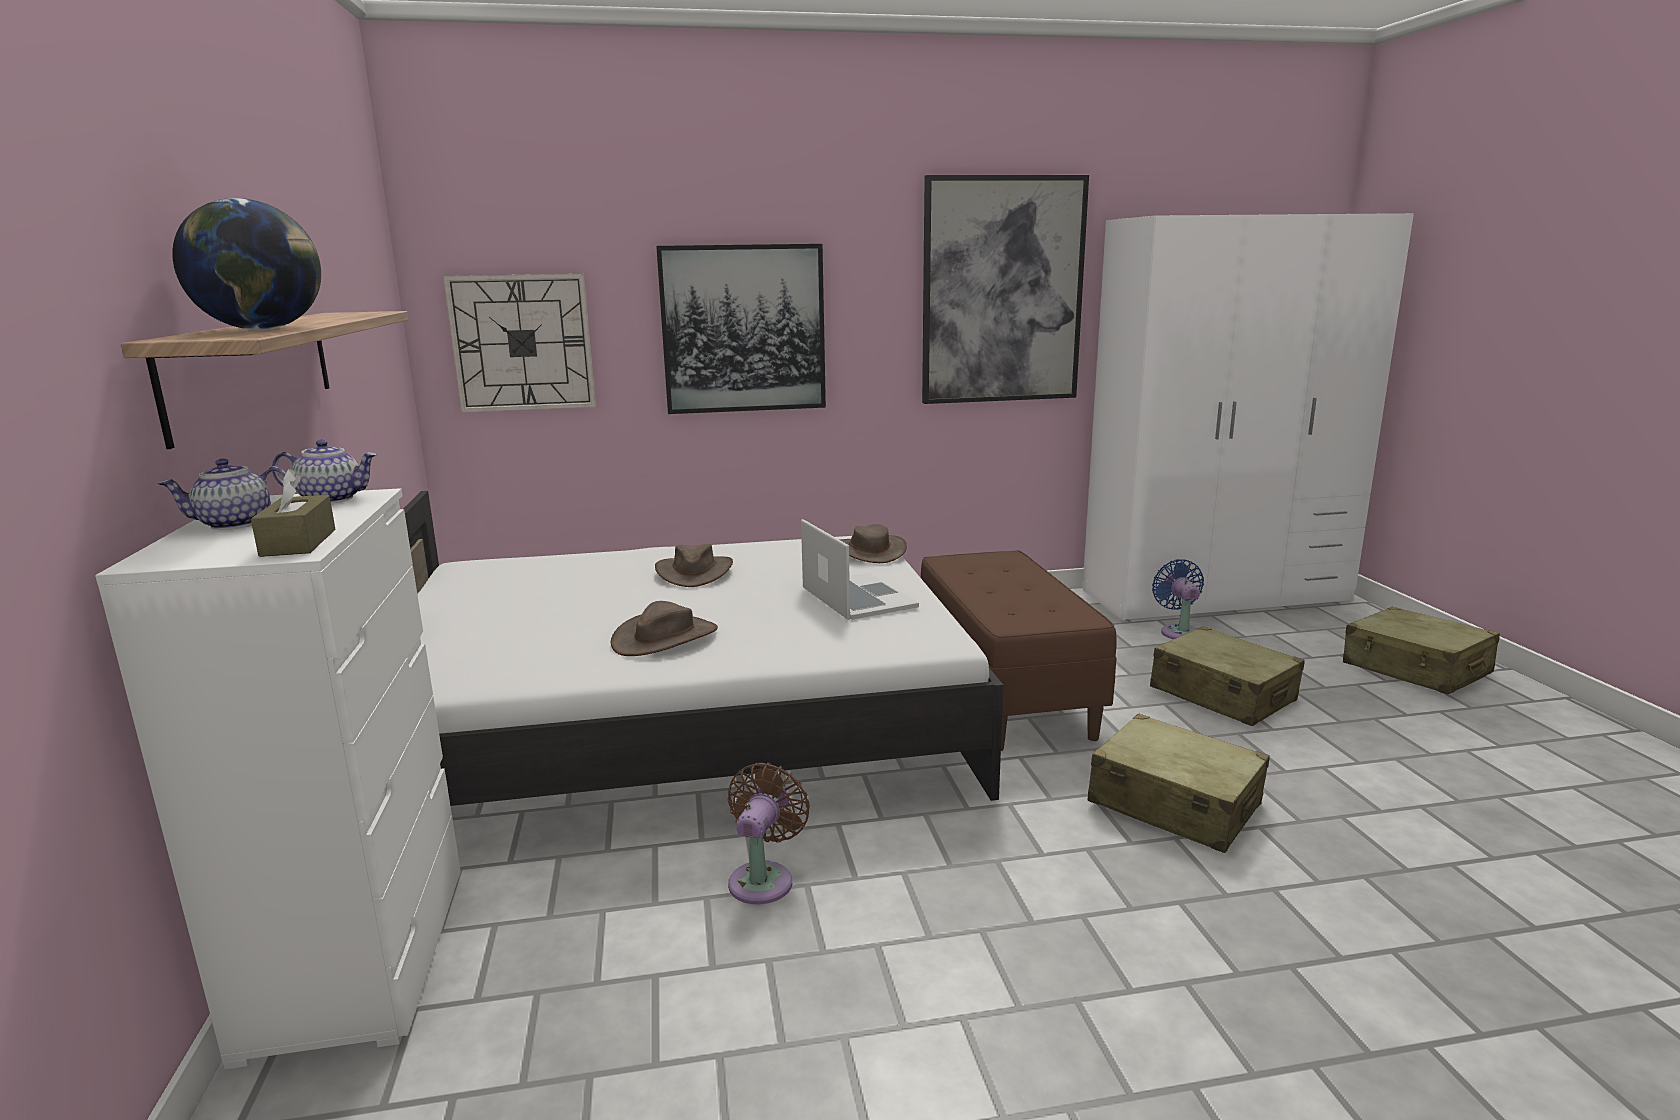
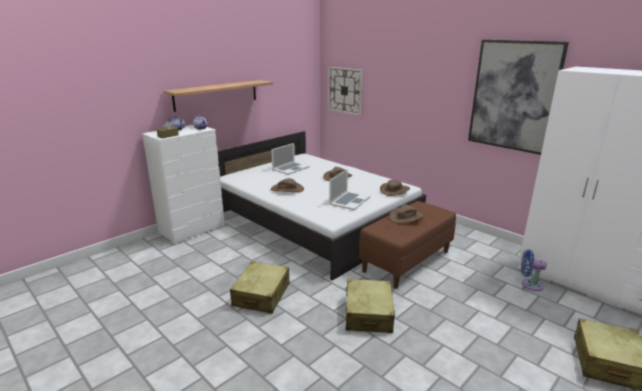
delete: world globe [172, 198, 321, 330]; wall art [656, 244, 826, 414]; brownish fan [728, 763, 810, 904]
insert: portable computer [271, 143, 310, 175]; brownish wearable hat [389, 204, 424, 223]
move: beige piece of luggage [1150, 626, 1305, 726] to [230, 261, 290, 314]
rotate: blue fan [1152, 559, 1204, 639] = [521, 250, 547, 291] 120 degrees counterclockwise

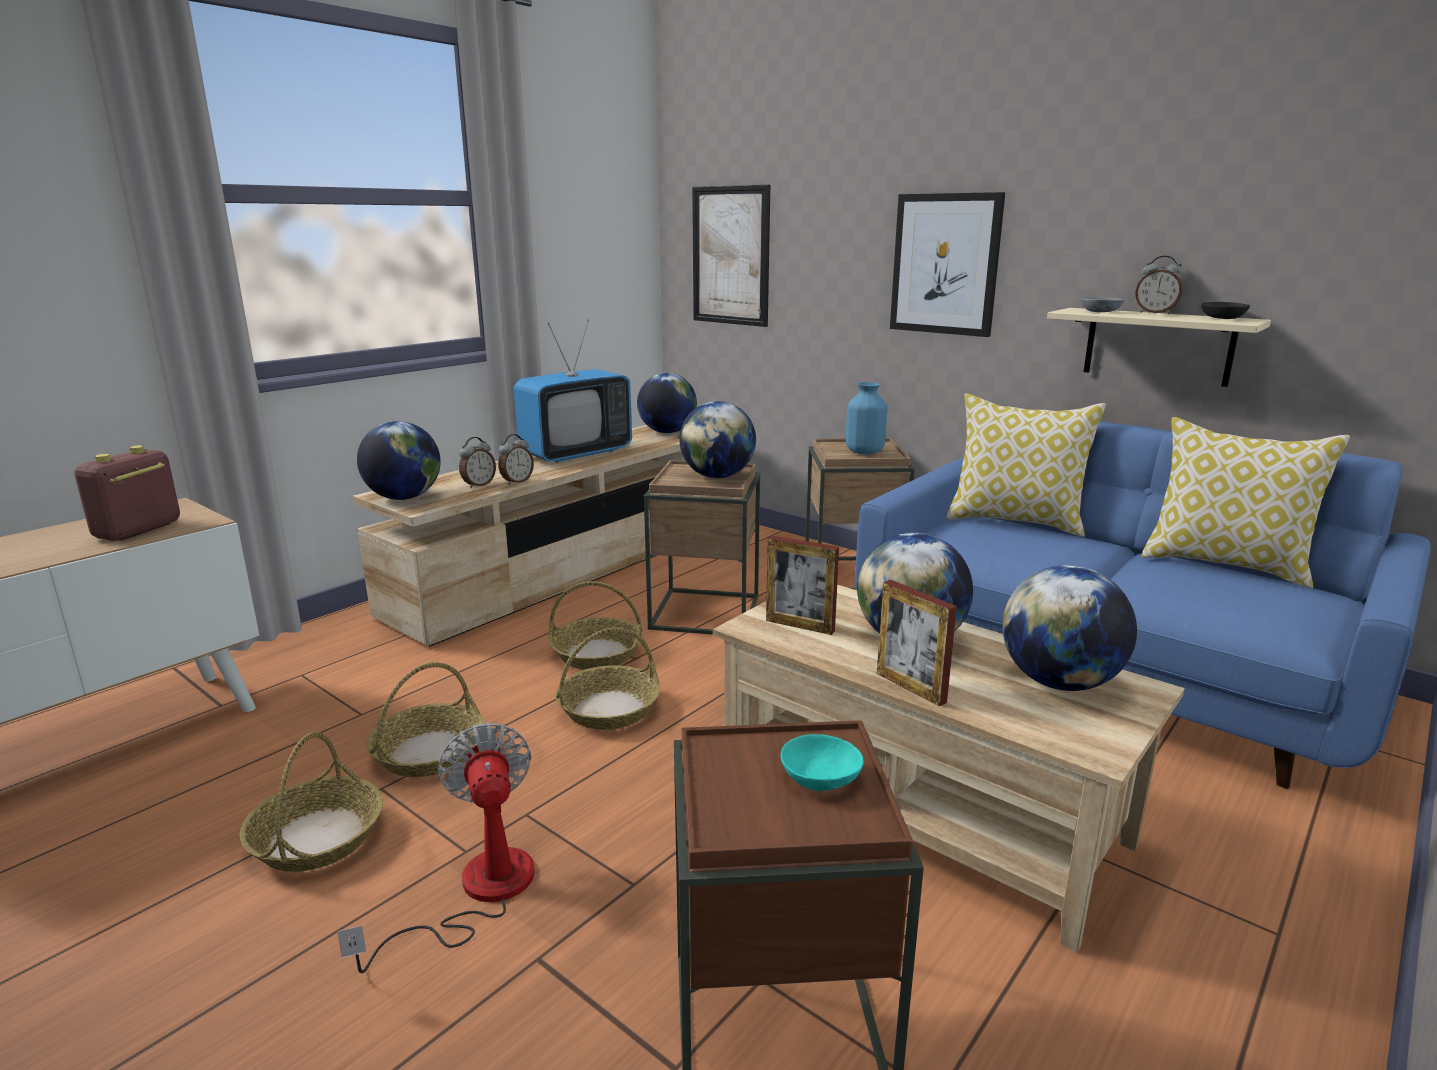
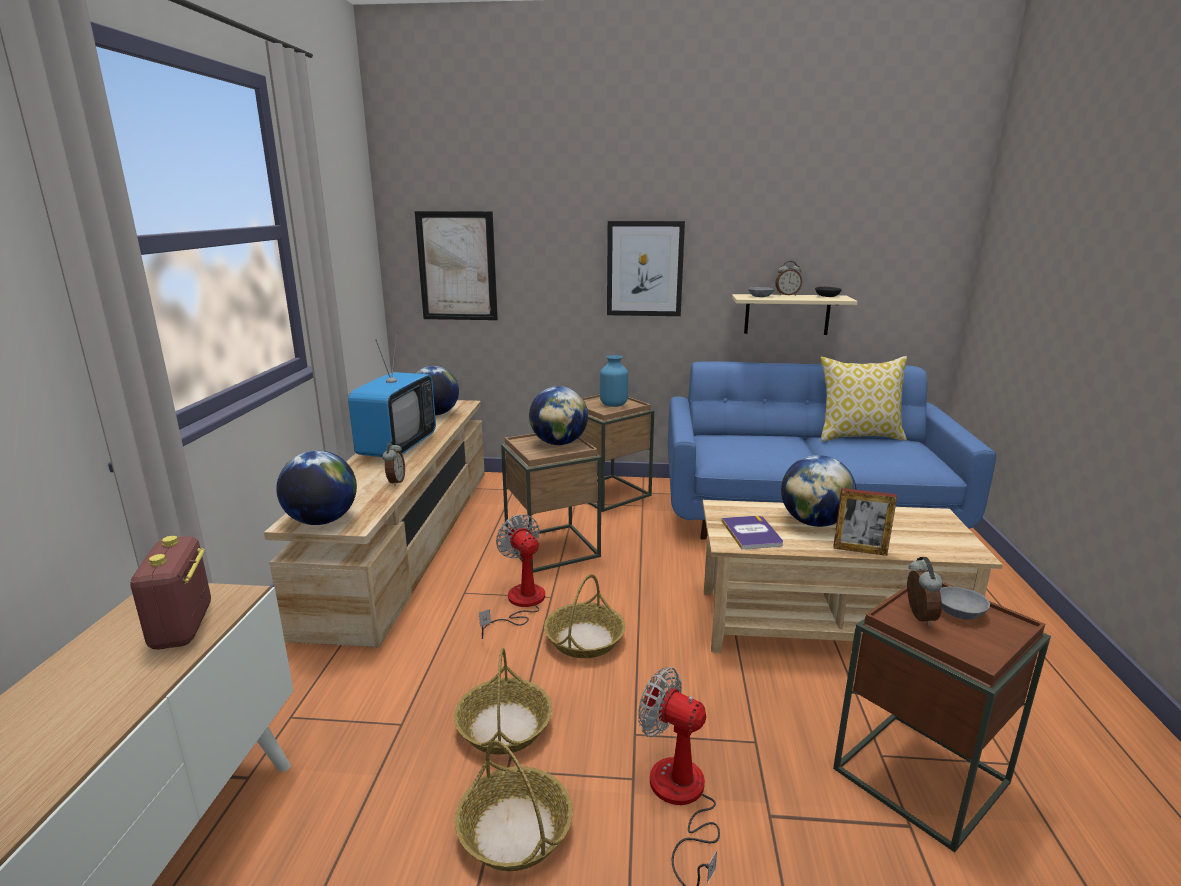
delete: pillow [946, 393, 1106, 537]; world globe [1002, 565, 1137, 691]
move: bedside clock [459, 437, 496, 488] to [907, 557, 943, 626]
replace: storage basket [549, 581, 642, 670] to fan [479, 514, 545, 639]; photo frame [766, 536, 839, 635] to volume [721, 516, 783, 549]
recolor: turquoise bowl [781, 734, 864, 791] to greyish bowl [940, 587, 990, 620]

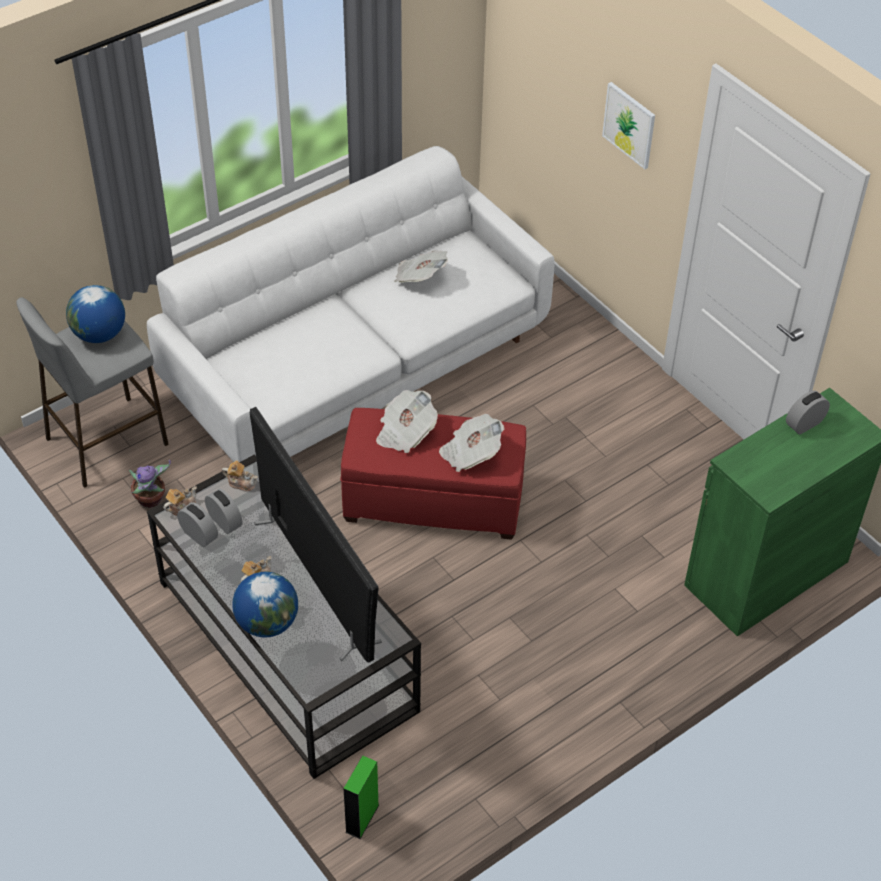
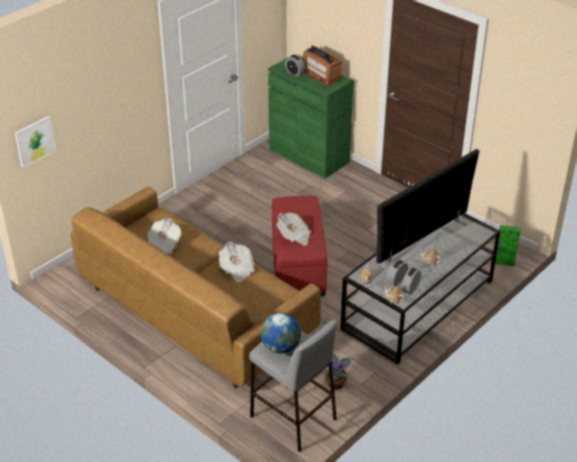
delete: world globe [232, 572, 298, 637]
insert: radio [303, 45, 341, 86]
move: wall art [602, 82, 655, 169] to [15, 116, 56, 168]; newspaper [439, 414, 504, 472] to [219, 242, 255, 282]
recolor: white sofa [147, 146, 554, 462] to brownish sofa [71, 186, 321, 388]

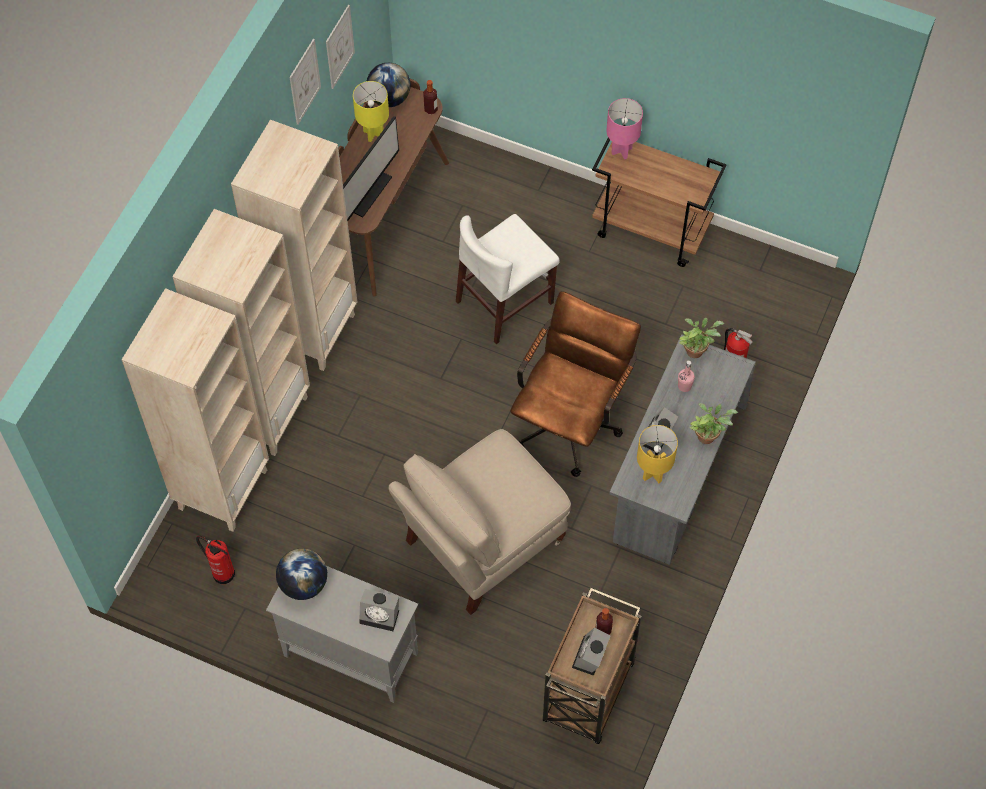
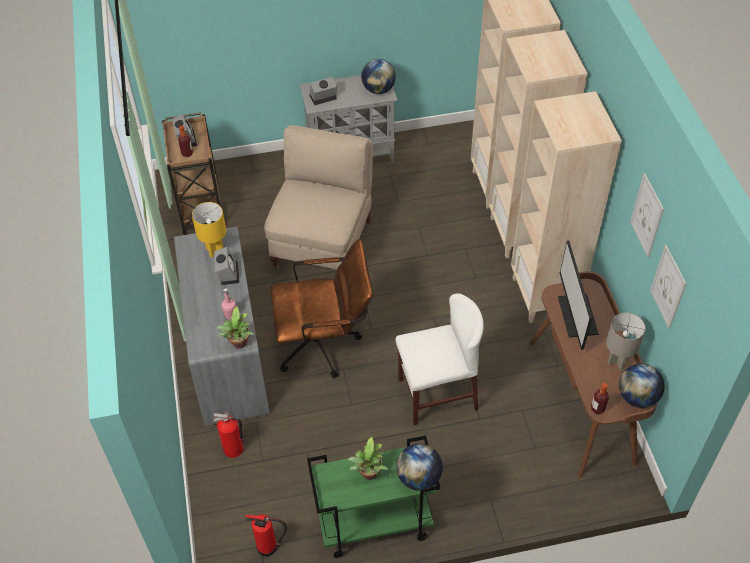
move: fire extinguisher [196, 536, 235, 584] to [245, 514, 287, 557]; plant in a pot [690, 403, 738, 444] to [348, 437, 388, 480]
replace: pink-coloured lamp for a table [606, 98, 643, 159] to world globe [396, 443, 443, 491]
recolor: brownish wheeled cart [592, 138, 727, 267] to greenish wheeled cart [307, 436, 440, 558]; yellow-coloured lamp for a table [353, 81, 389, 142] to greyish lamp for a table [606, 313, 646, 370]
rotate: brownish office chair [510, 291, 641, 477] = [270, 239, 373, 378] 90 degrees counterclockwise; white chair [456, 214, 560, 344] = [396, 293, 484, 425] 60 degrees clockwise

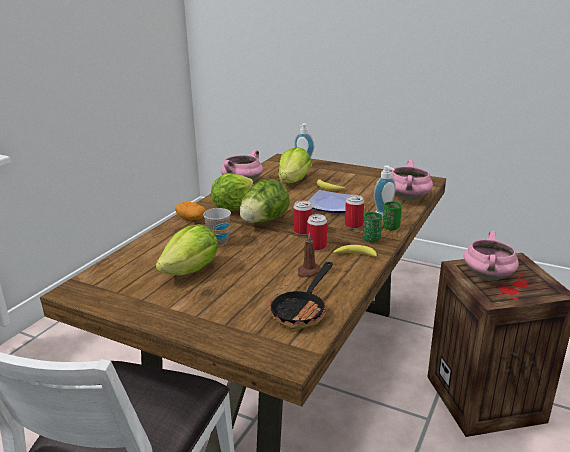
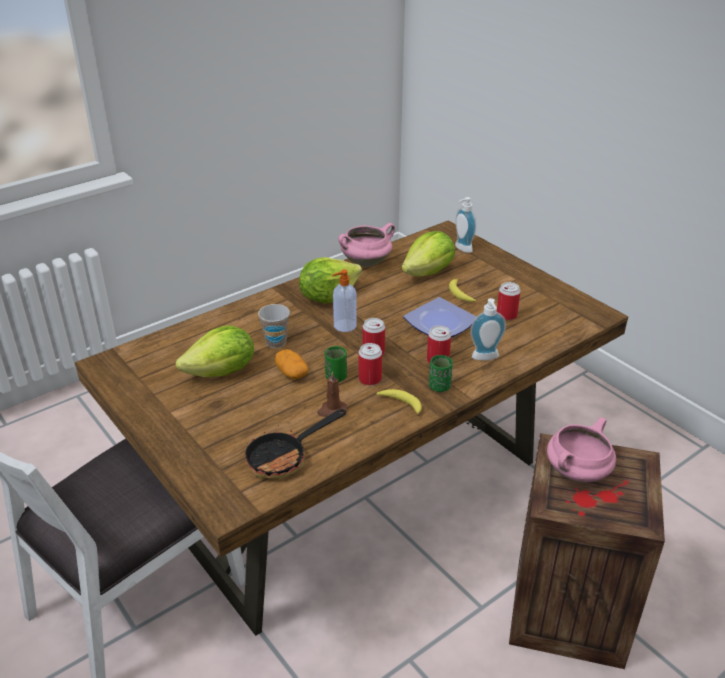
delete: pink-coloured stockpot [391, 159, 433, 201]
insert: metal can [497, 282, 521, 320]
move: spud [175, 202, 206, 220] to [275, 349, 308, 379]; greenish cup [383, 202, 402, 230] to [325, 346, 347, 382]
replace: lettuce head [240, 179, 290, 223] to soap dispenser [332, 269, 357, 332]

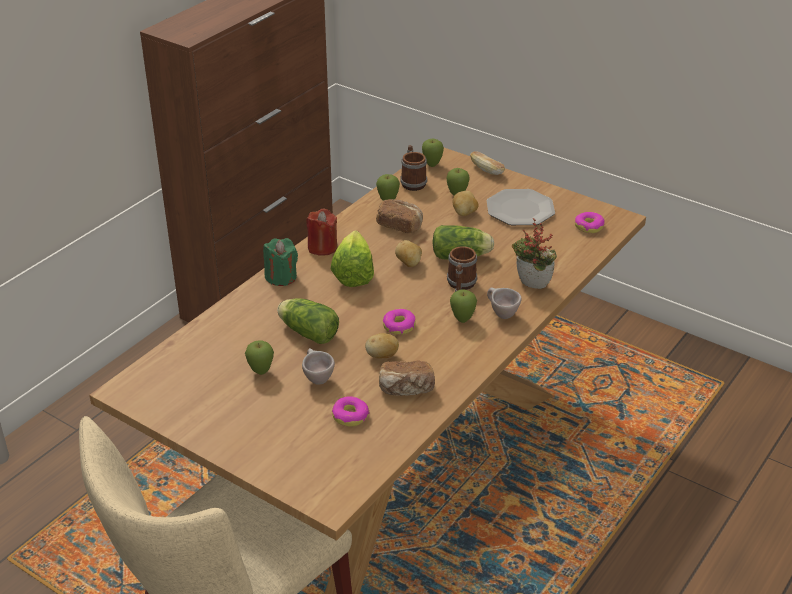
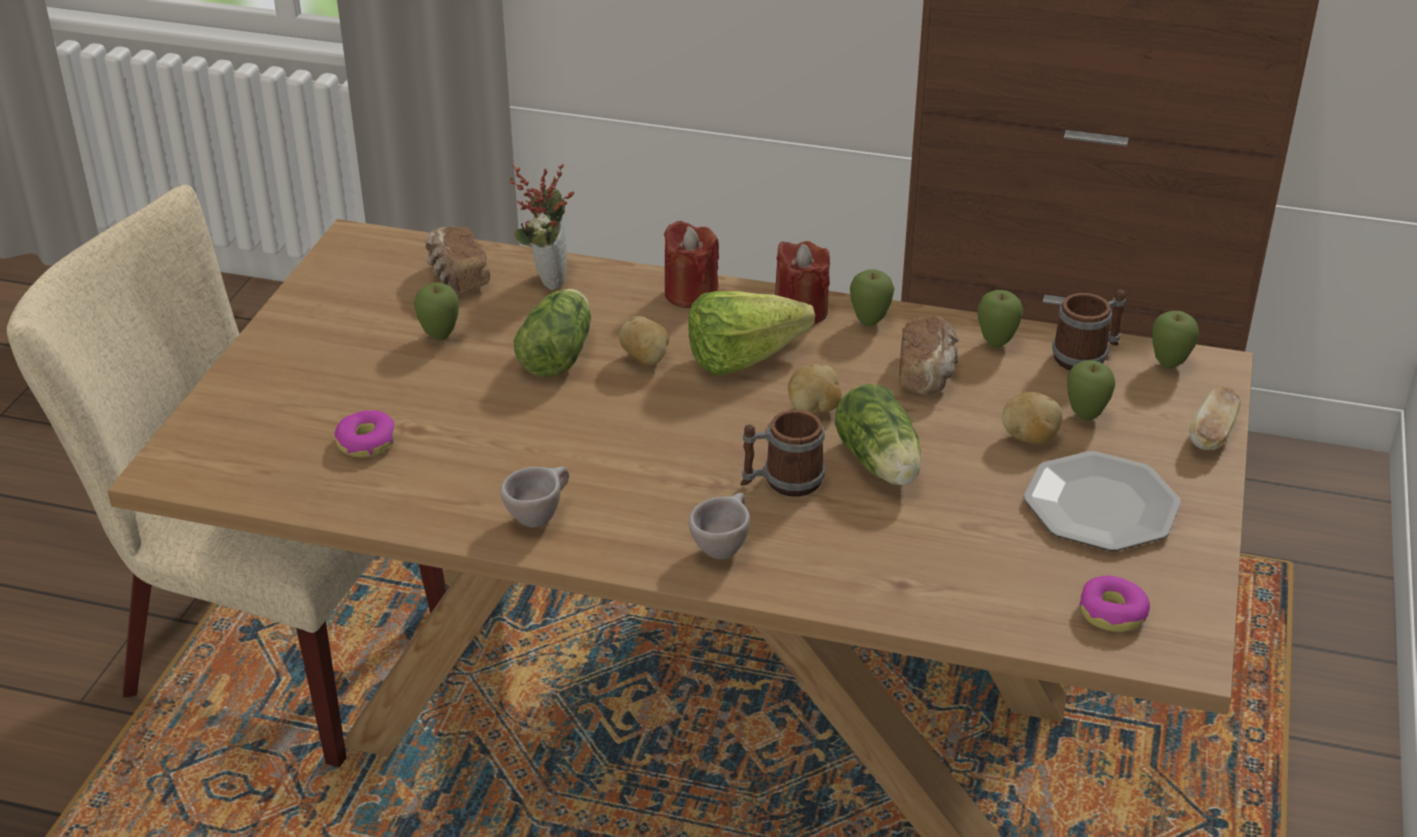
delete: doughnut [383, 309, 416, 335]
move: bakery bread [379, 361, 435, 396] to [425, 227, 490, 295]; beige cup [302, 348, 335, 385] to [500, 466, 569, 527]; plant in a pot [512, 218, 557, 289] to [509, 164, 574, 290]; spud [365, 333, 399, 359] to [619, 316, 670, 366]; apple [450, 290, 477, 323] to [850, 269, 895, 326]
recolor: greenish candle [263, 238, 298, 286] to reddish candle [664, 221, 719, 308]

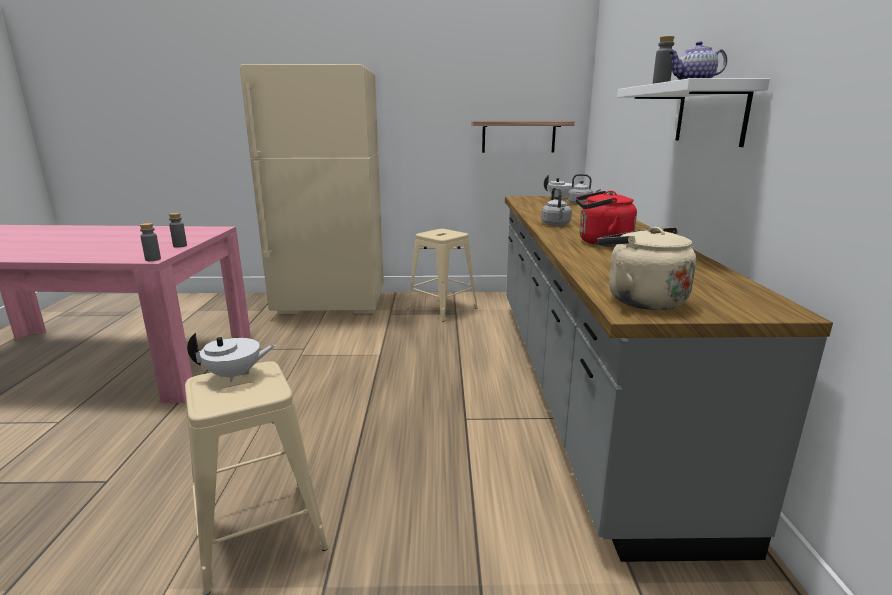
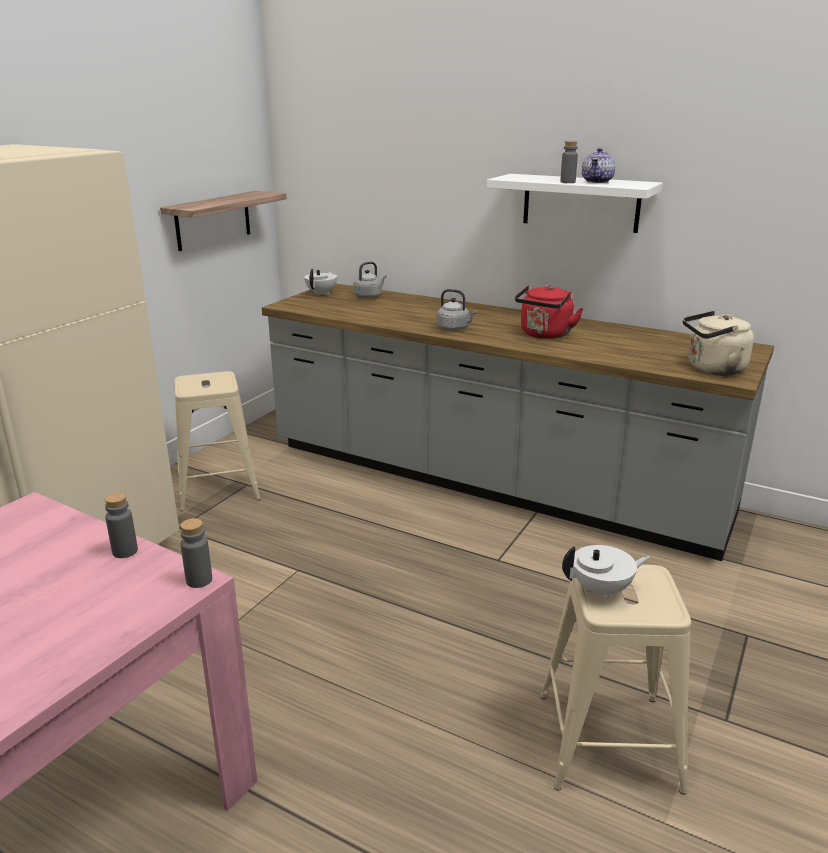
rotate: white pot for tea [187, 333, 276, 382] = [562, 545, 650, 600] 60 degrees clockwise

